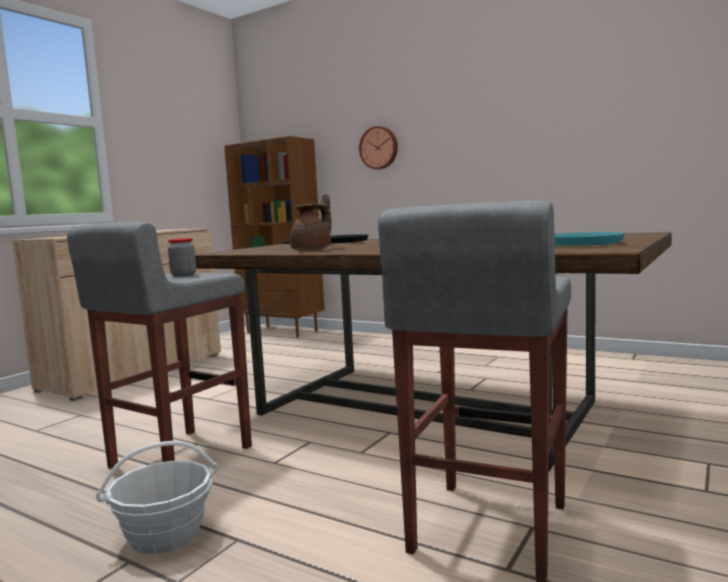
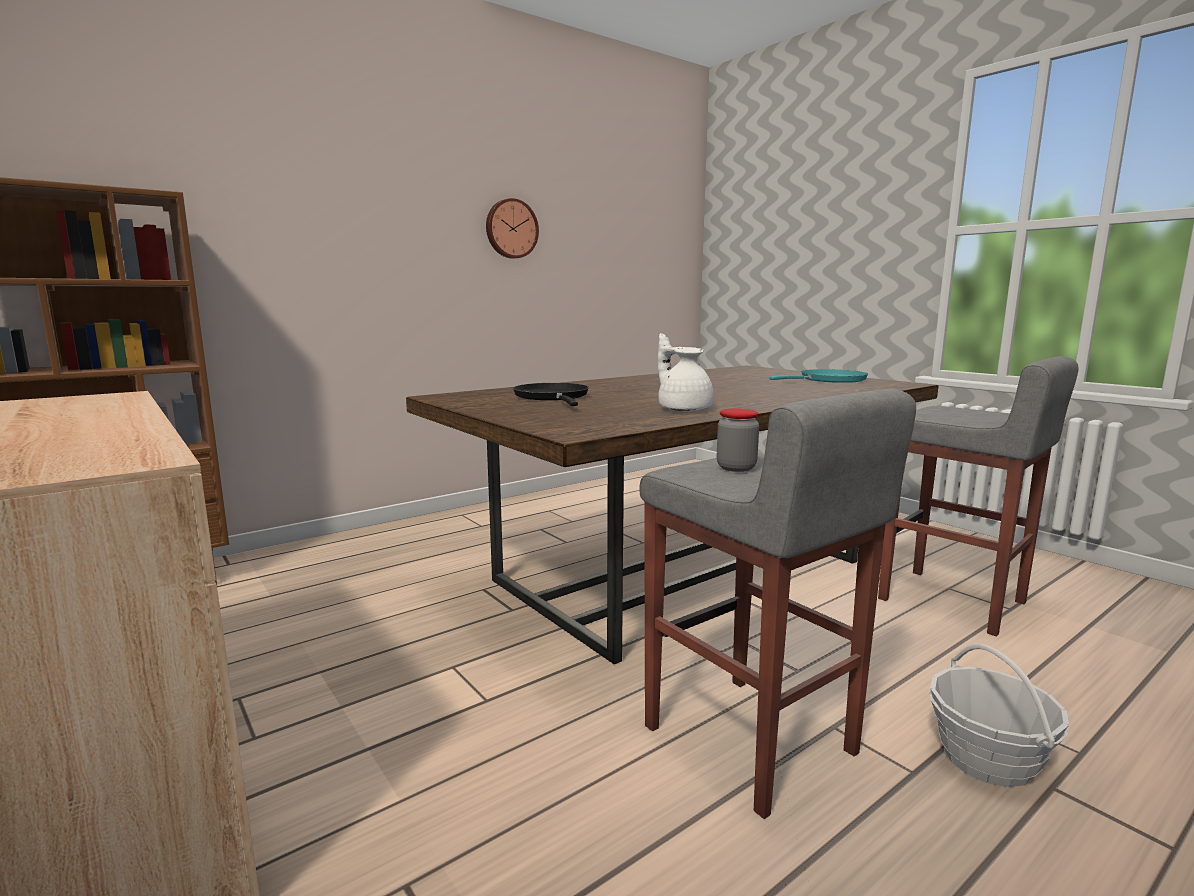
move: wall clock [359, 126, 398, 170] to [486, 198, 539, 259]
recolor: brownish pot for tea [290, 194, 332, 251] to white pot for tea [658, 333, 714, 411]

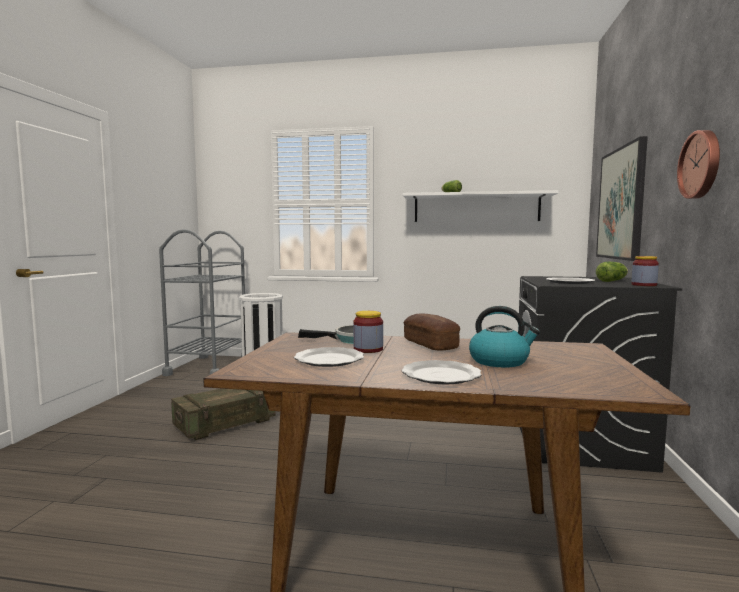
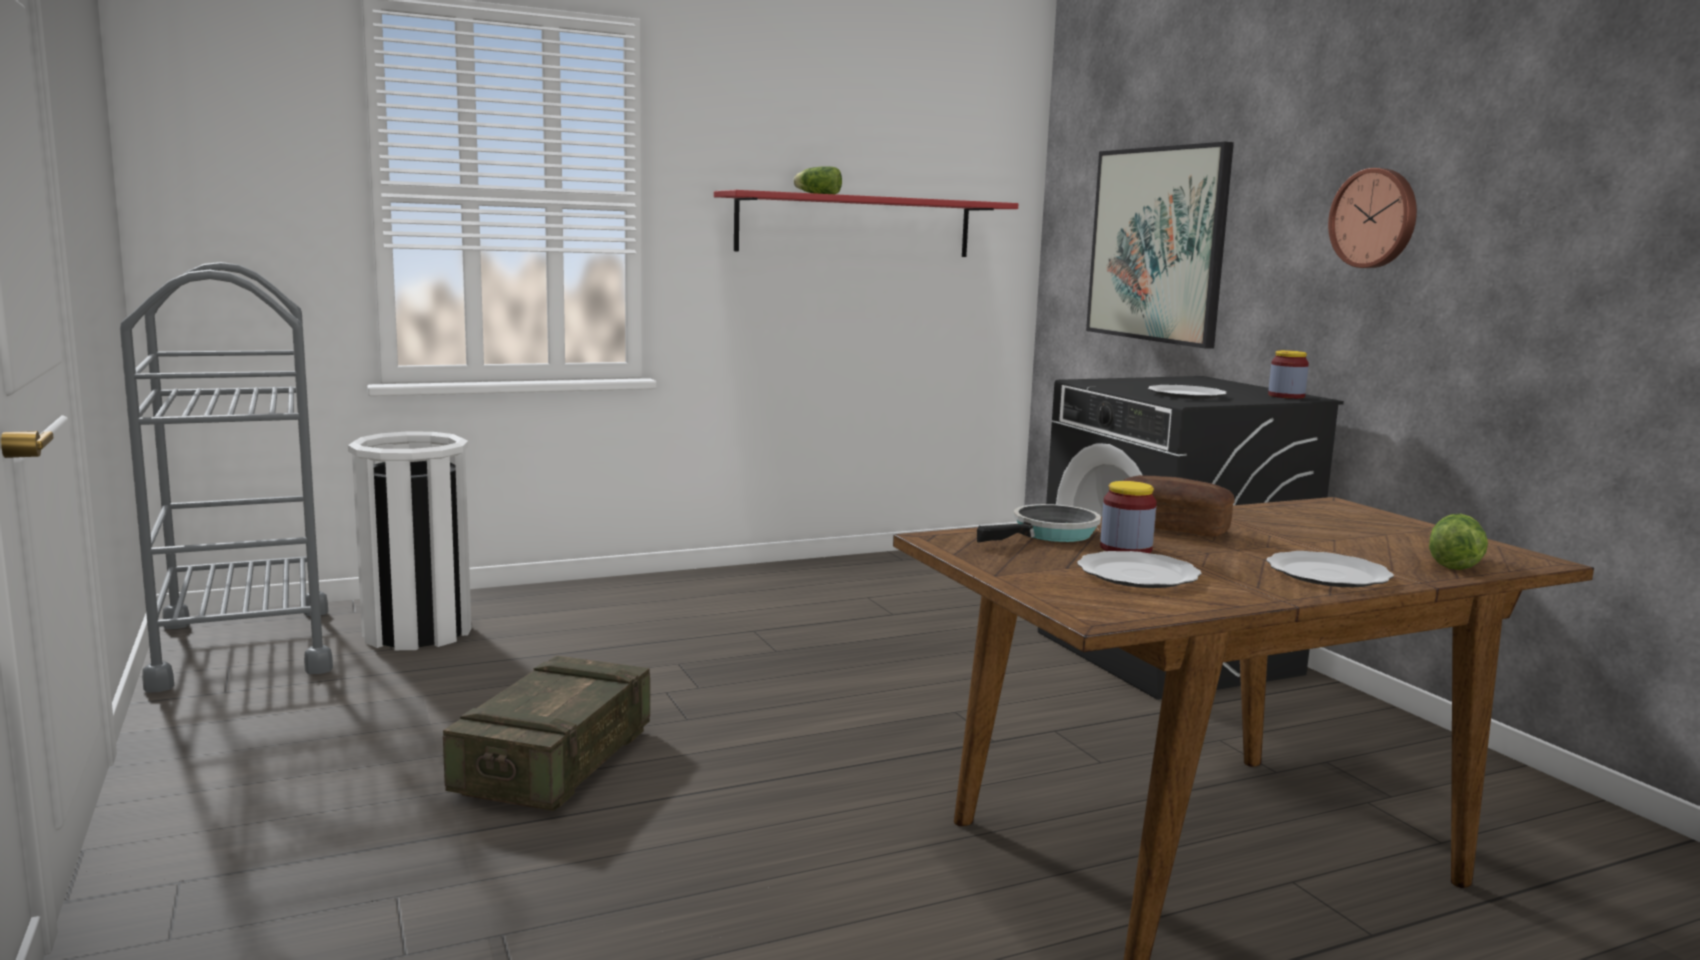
delete: water kettle [469, 306, 540, 367]
move: lettuce head [596, 262, 628, 282] to [1429, 514, 1488, 570]
recolor: white wall shelf [402, 190, 559, 222] to reddish wall shelf [714, 190, 1018, 257]

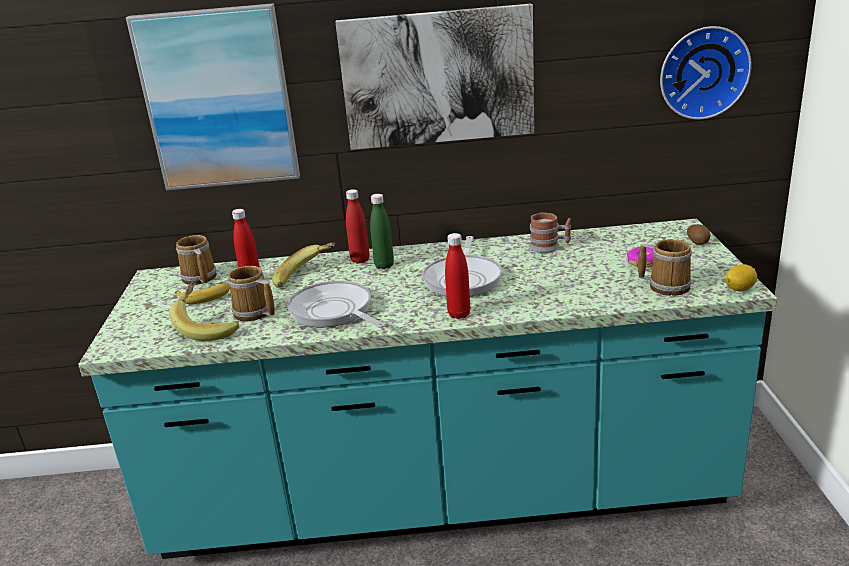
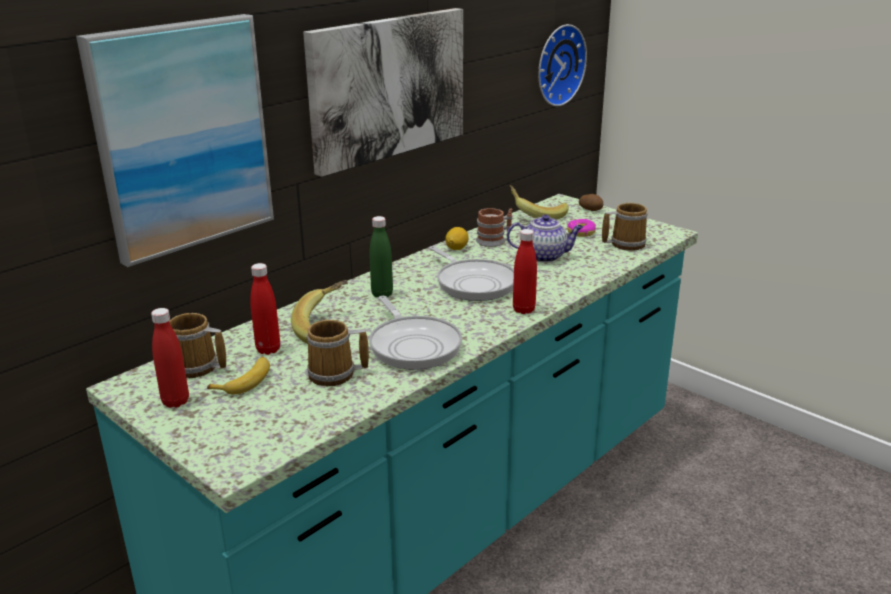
insert: pot for tea [507, 214, 583, 262]
move: reddish drink bottle [346, 189, 370, 264] to [151, 308, 189, 408]; citrus fruit [725, 264, 757, 291] to [445, 227, 469, 250]; banana [170, 282, 239, 341] to [510, 185, 569, 219]
rotate: frying pan [287, 281, 386, 328] = [369, 296, 462, 370] 120 degrees counterclockwise

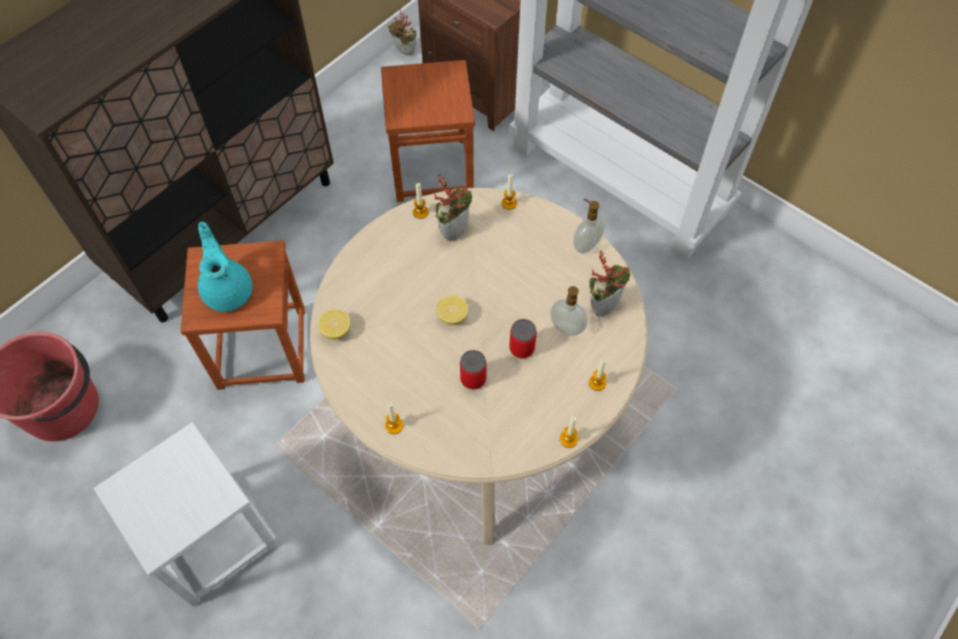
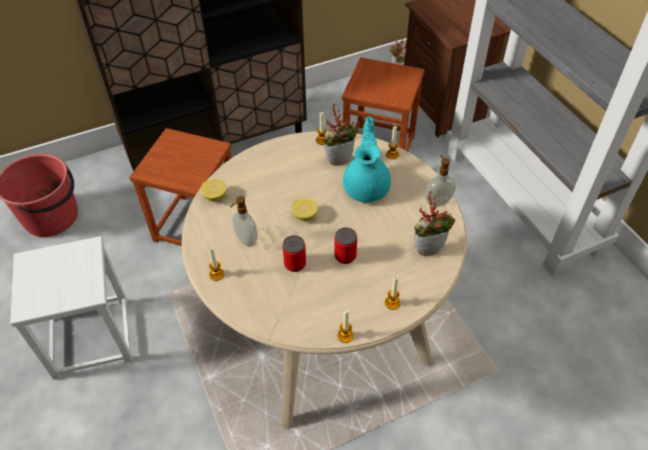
move: soap dispenser [550, 286, 587, 336] to [230, 196, 258, 247]; turquoise pot for tea [198, 222, 253, 312] to [343, 116, 391, 202]

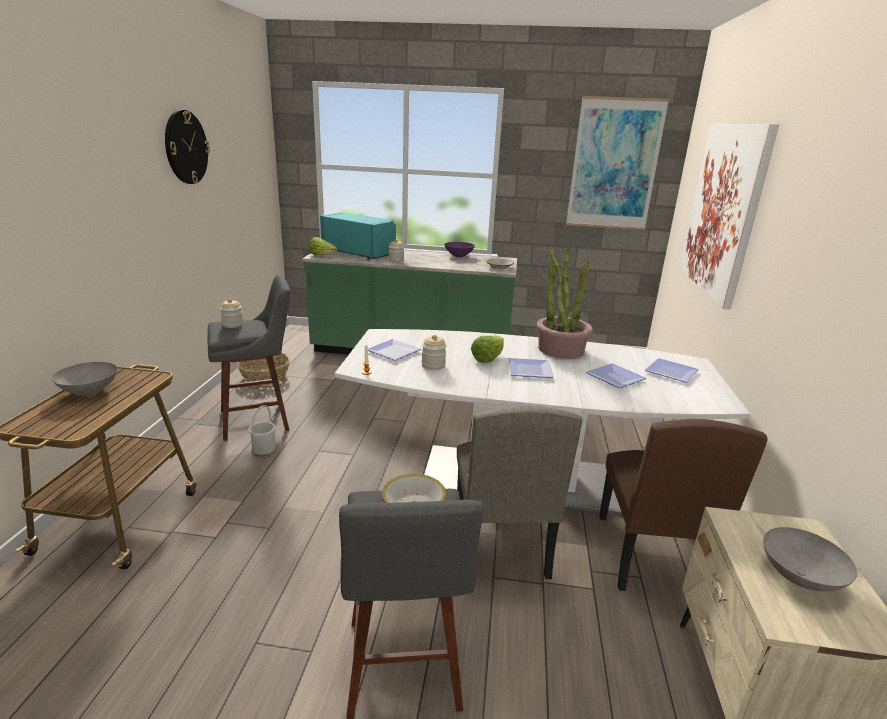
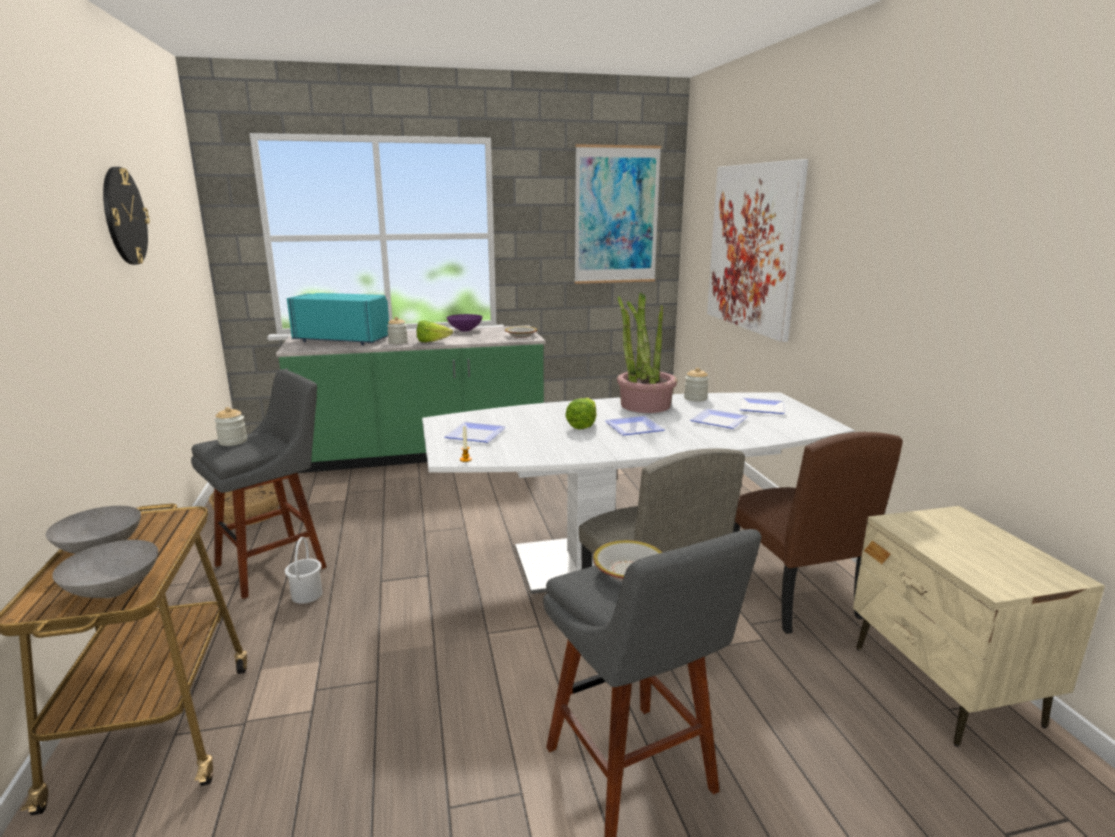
move: greyish bowl [763, 527, 857, 591] to [52, 540, 158, 598]; lettuce head [309, 237, 337, 255] to [417, 320, 453, 342]; jar [422, 335, 446, 370] to [684, 368, 709, 401]

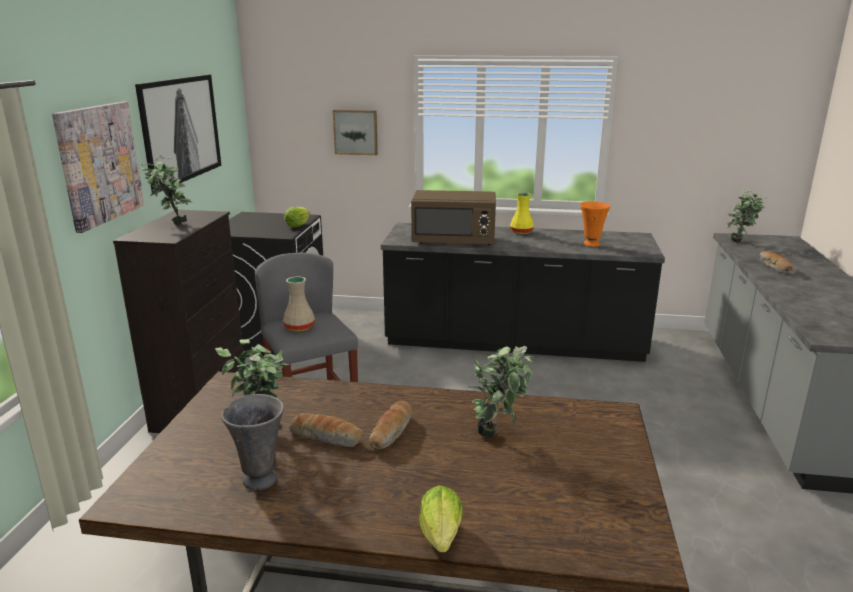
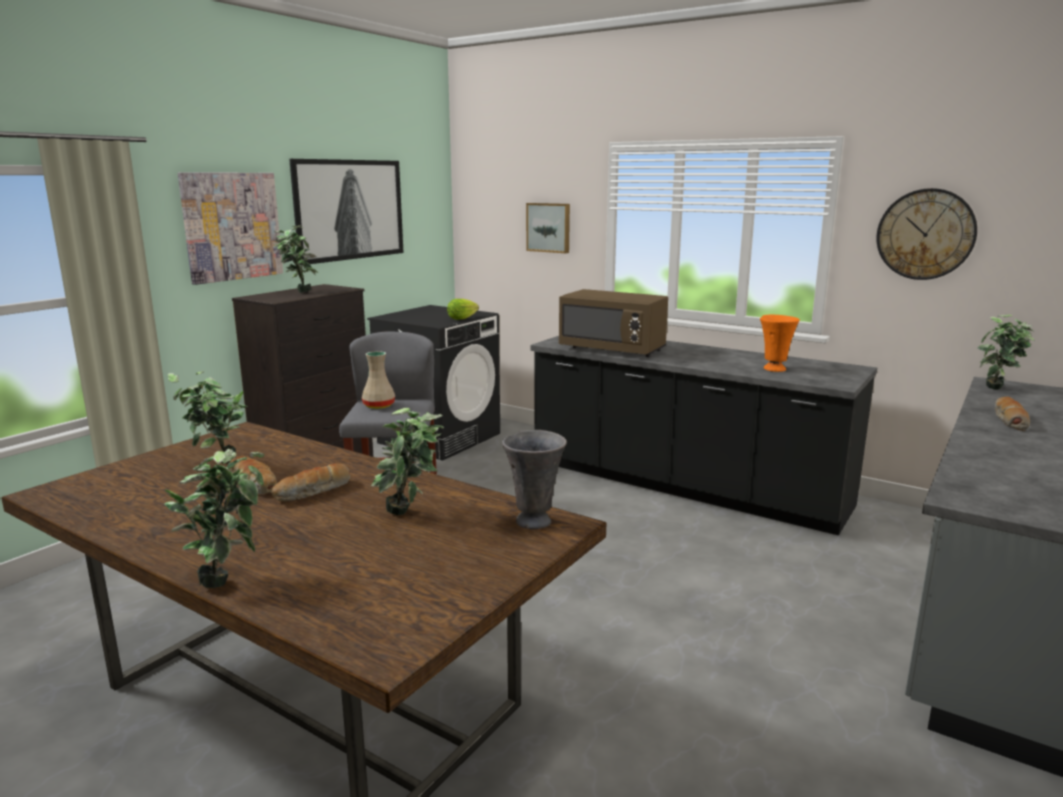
delete: yellow-coloured vase [510, 193, 534, 234]
insert: wall clock [877, 188, 977, 280]
move: greyish vase [221, 394, 284, 490] to [502, 430, 567, 529]
replace: lettuce head [419, 485, 463, 552] to plant in a pot [164, 449, 264, 588]

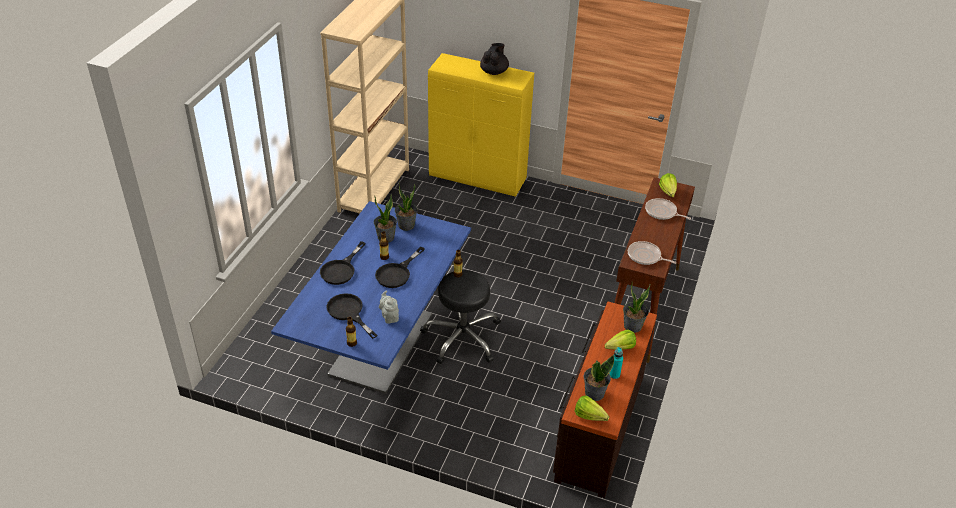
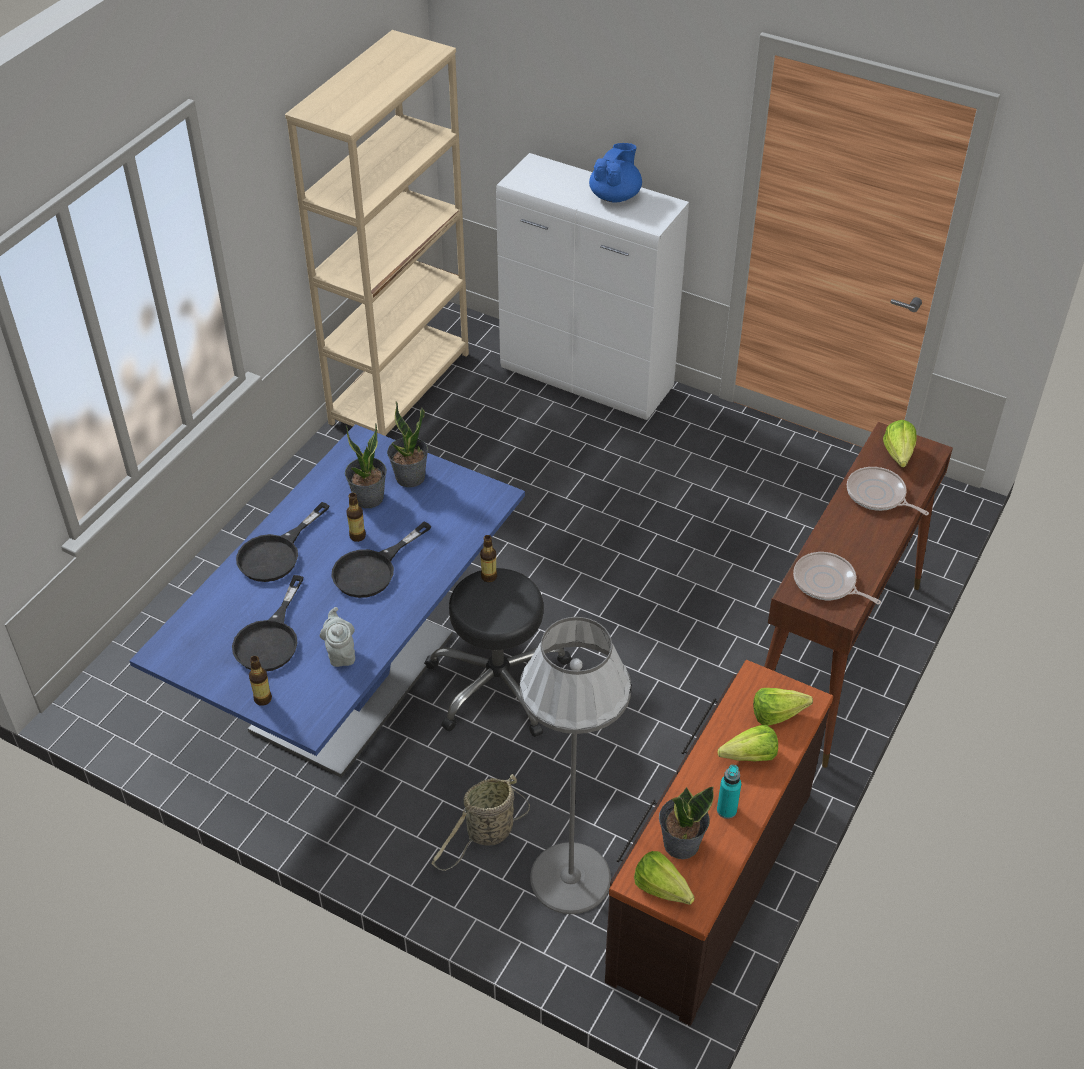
insert: storage basket [431, 774, 530, 871]; greyish floor lamp [520, 617, 631, 914]
replace: plant in a pot [623, 282, 650, 333] to lettuce head [753, 688, 813, 726]
recolor: yellow-coloured storage cabinet [428, 53, 534, 197] to white storage cabinet [496, 153, 689, 420]; black-coloured pot for tea [480, 43, 509, 75] to blue pot for tea [589, 143, 642, 202]
rotate: black-coloured frying pan [326, 293, 377, 339] = [232, 575, 303, 672] 135 degrees counterclockwise

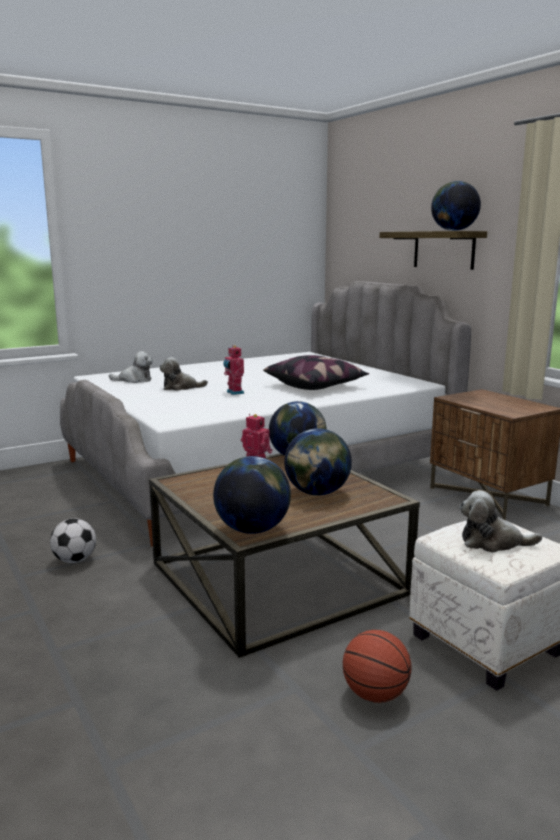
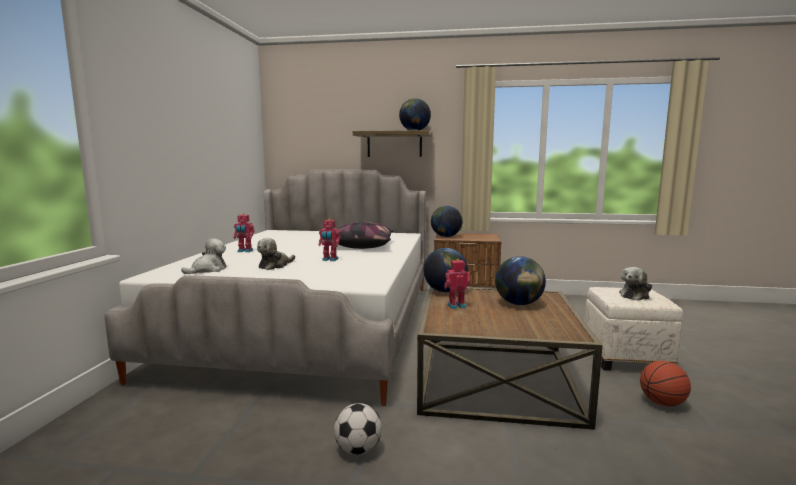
insert: model robot [234, 213, 255, 252]
move: world globe [213, 456, 291, 534] to [431, 206, 462, 237]

